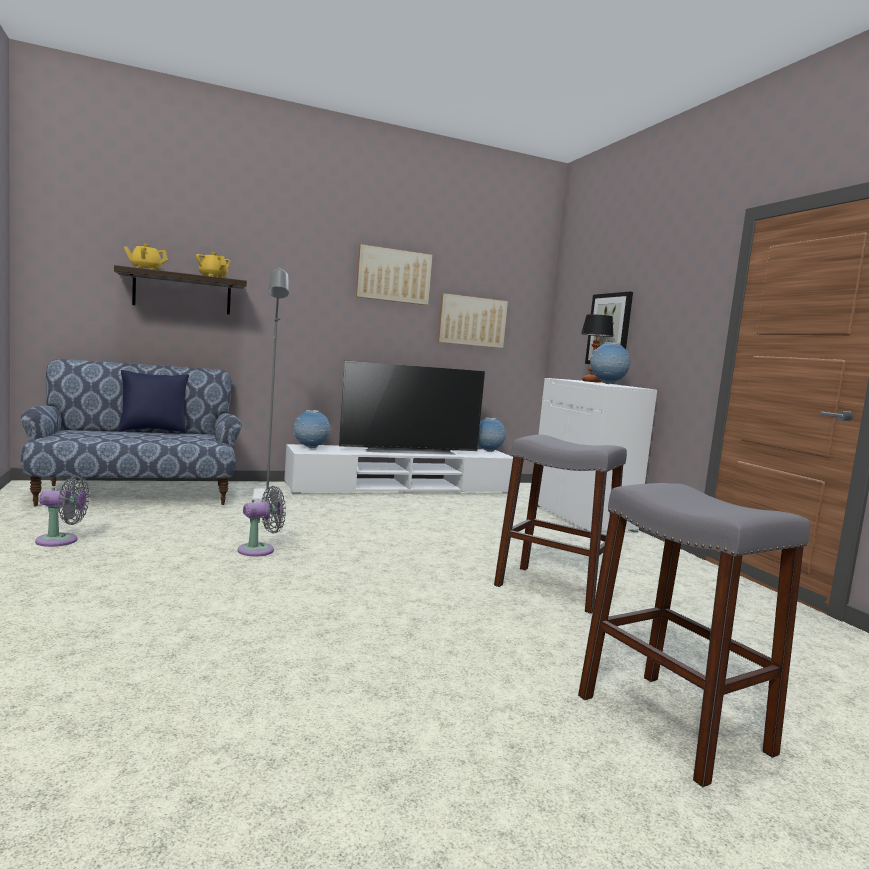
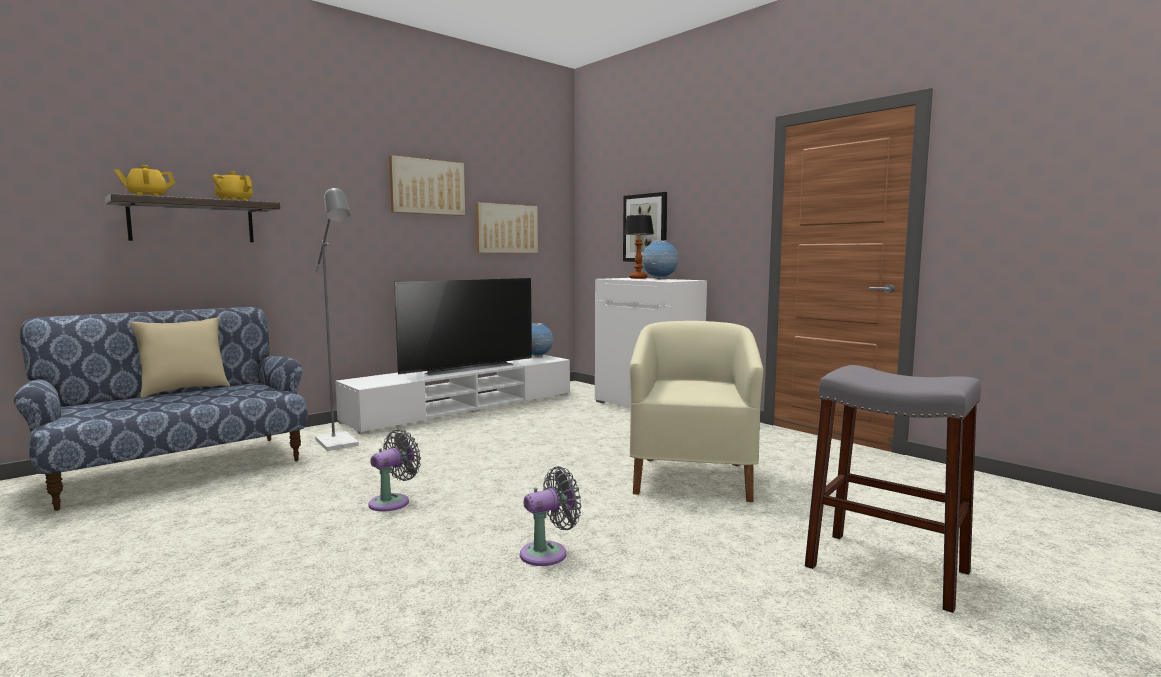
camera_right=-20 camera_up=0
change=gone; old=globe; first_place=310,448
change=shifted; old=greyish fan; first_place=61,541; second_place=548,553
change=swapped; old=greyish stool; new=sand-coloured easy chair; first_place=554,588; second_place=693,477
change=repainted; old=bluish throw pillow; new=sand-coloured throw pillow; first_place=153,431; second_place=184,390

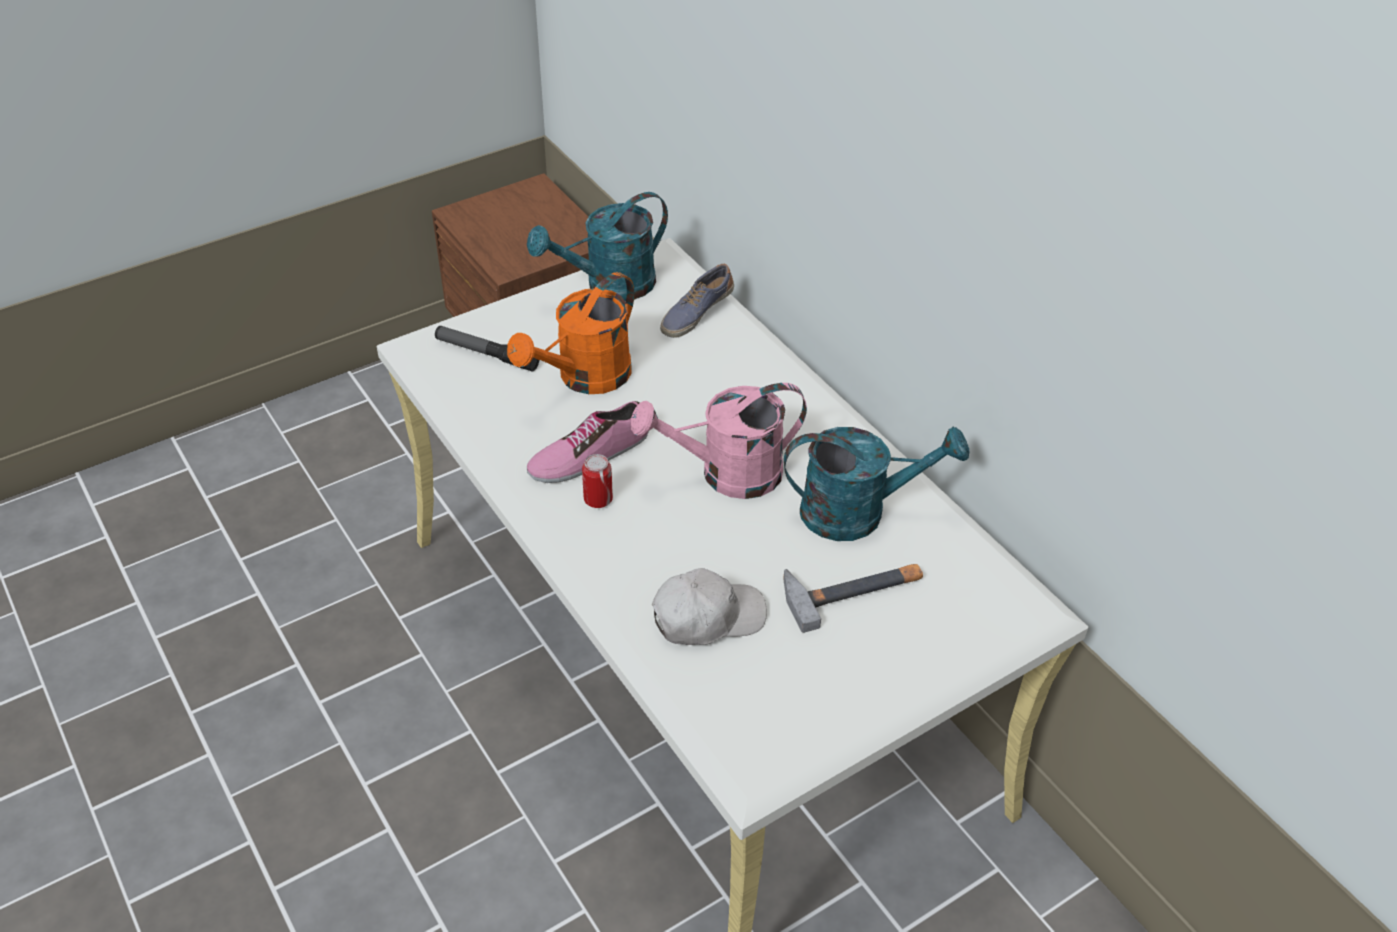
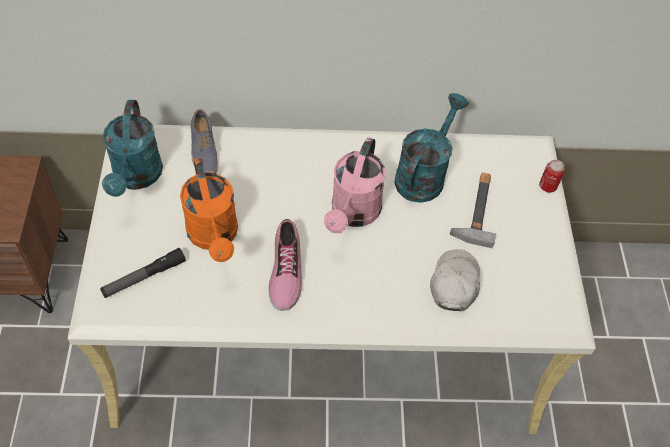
camera_right=-60 camera_up=10
change=shifted; old=can; first_place=598,499; second_place=547,186

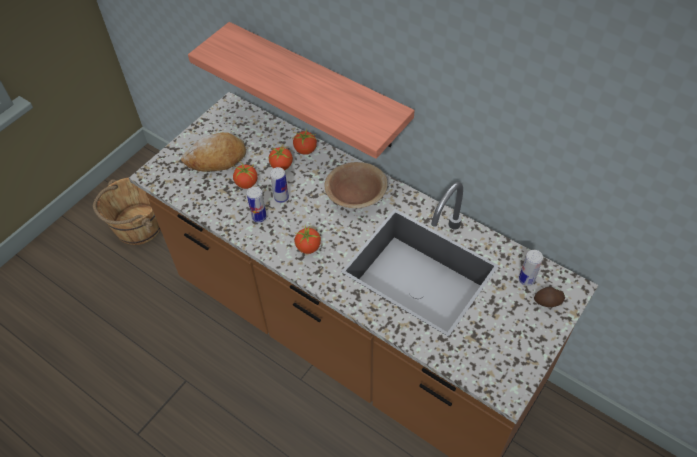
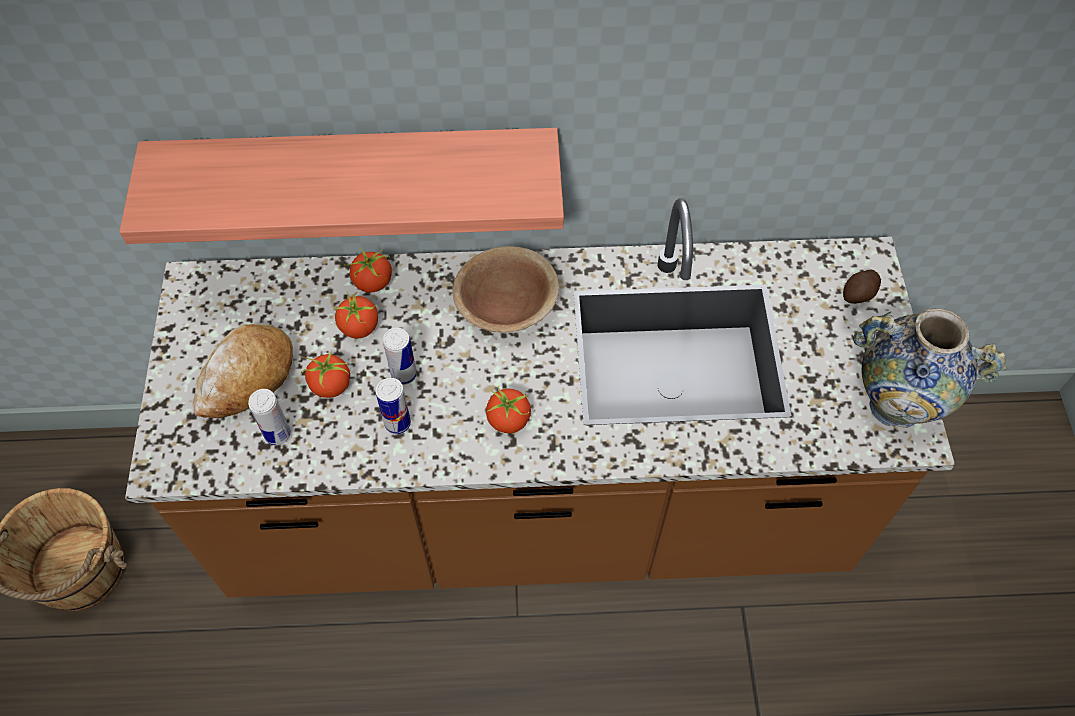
camera_right=-40 camera_up=5
change=new; new=vase; second_place=895,406
change=shifted; old=can; first_place=526,279; second_place=277,434

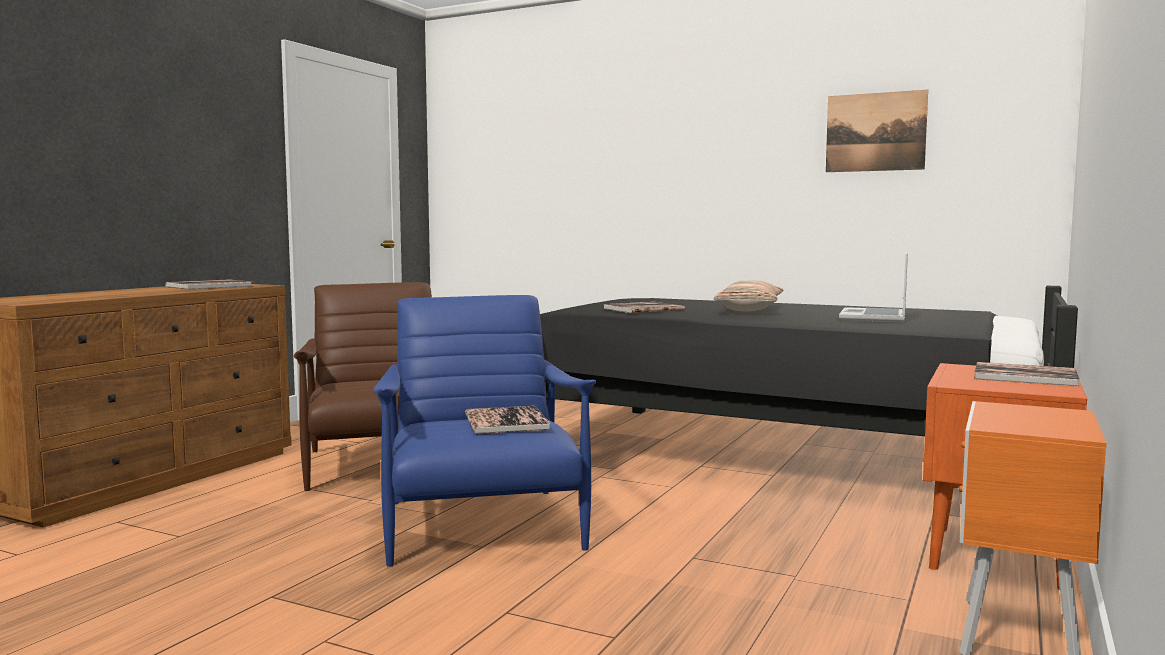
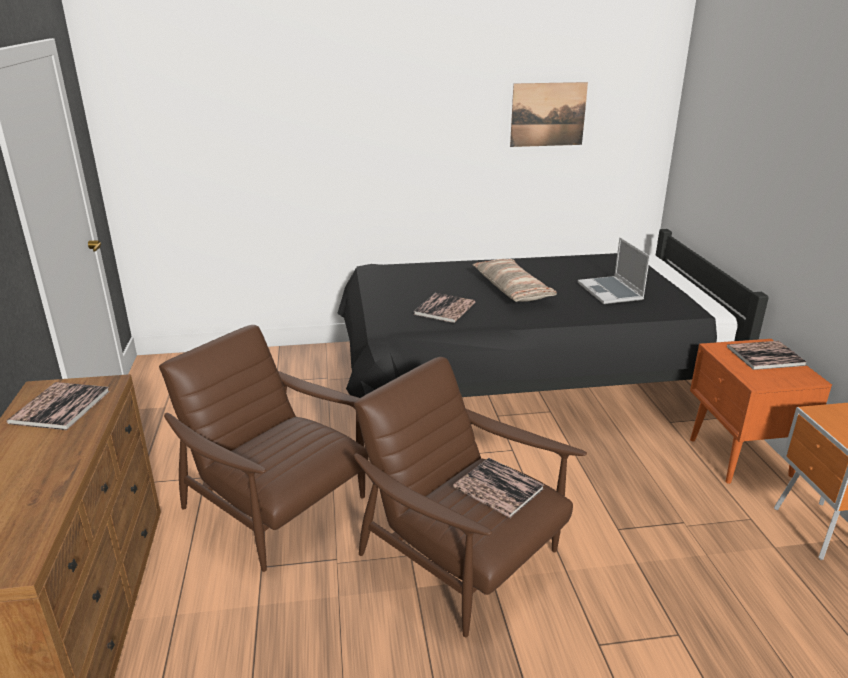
camera_right=-35 camera_up=20
change=repainted; old=bluish easy chair; new=brown-coloured easy chair; first_place=481,528; second_place=462,557

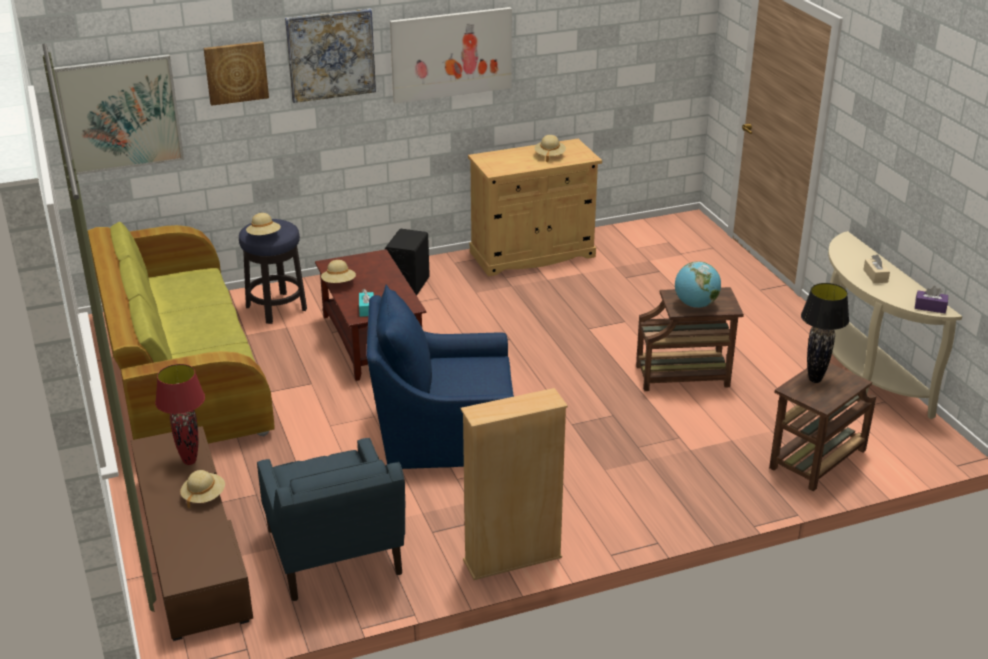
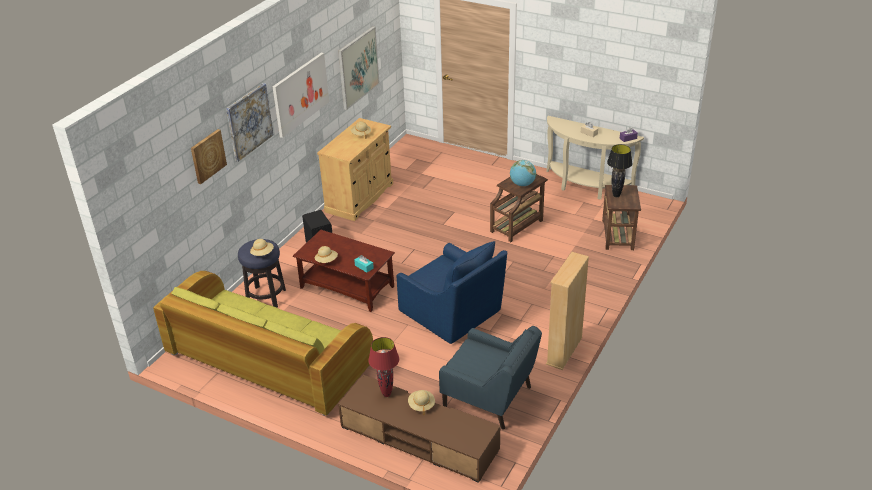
camera_right=-40 camera_up=5
change=shifted; old=wall art; first_place=120,114; second_place=358,67
change=rotated; old=bluish easy chair; first_place=442,434; second_place=452,314; degrees=-90

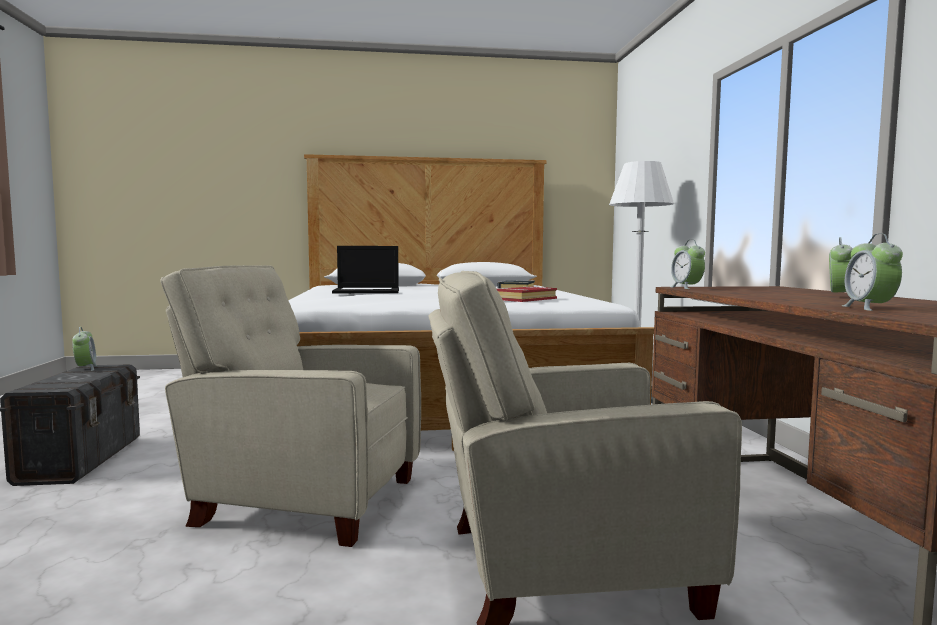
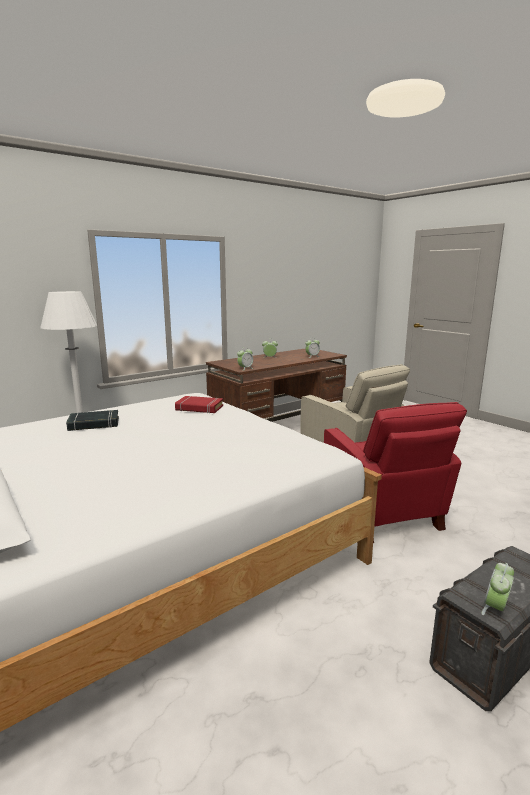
camera_right=-120 camera_up=10
change=gone; old=notebook computer; first_place=367,291
change=repainted; old=sand-coloured easy chair; new=reddish easy chair; first_place=303,499; second_place=383,515

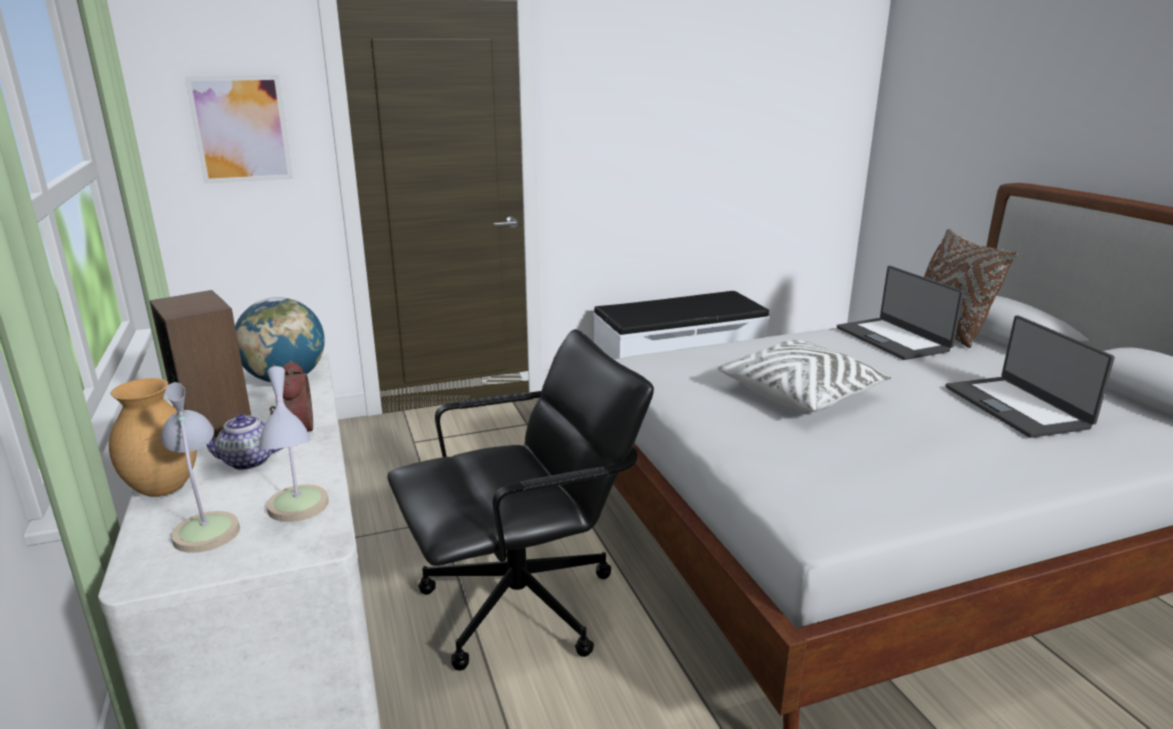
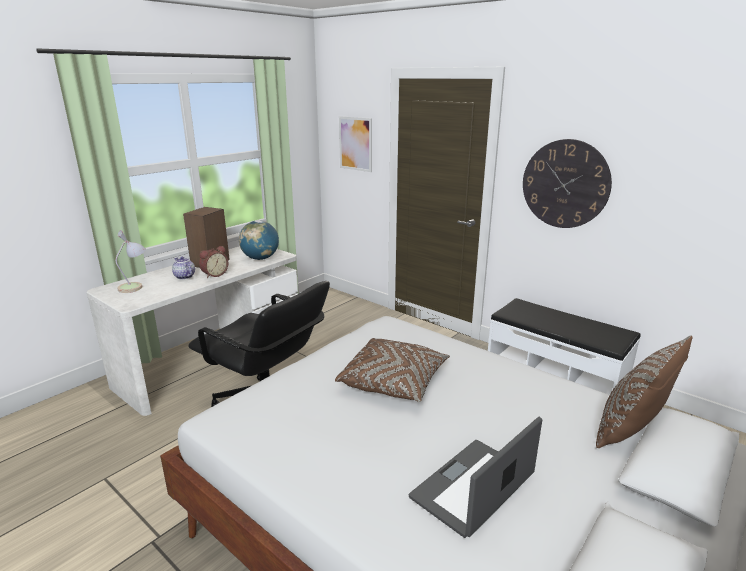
camera_right=60 camera_up=0
change=gone; old=brown-coloured vase; first_place=164,489
change=gone; old=table lamp; first_place=298,512
change=gone; old=notebook computer; first_place=893,339
change=new; new=hanging clock; second_place=565,184
change=repainted; old=whitish throw pillow; new=brown-coloured throw pillow; first_place=801,394; second_place=393,382

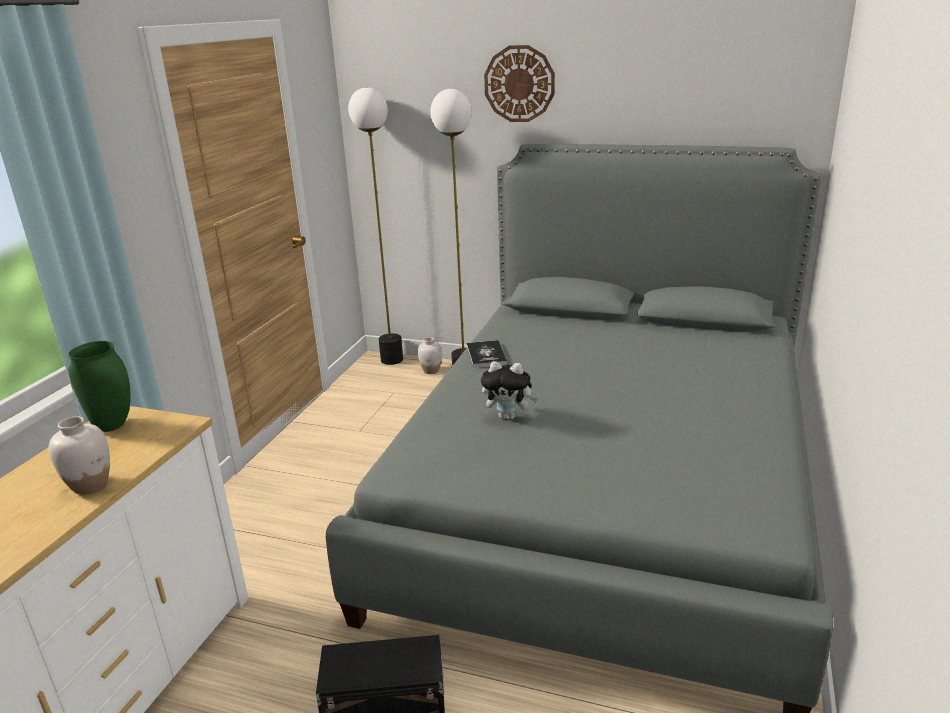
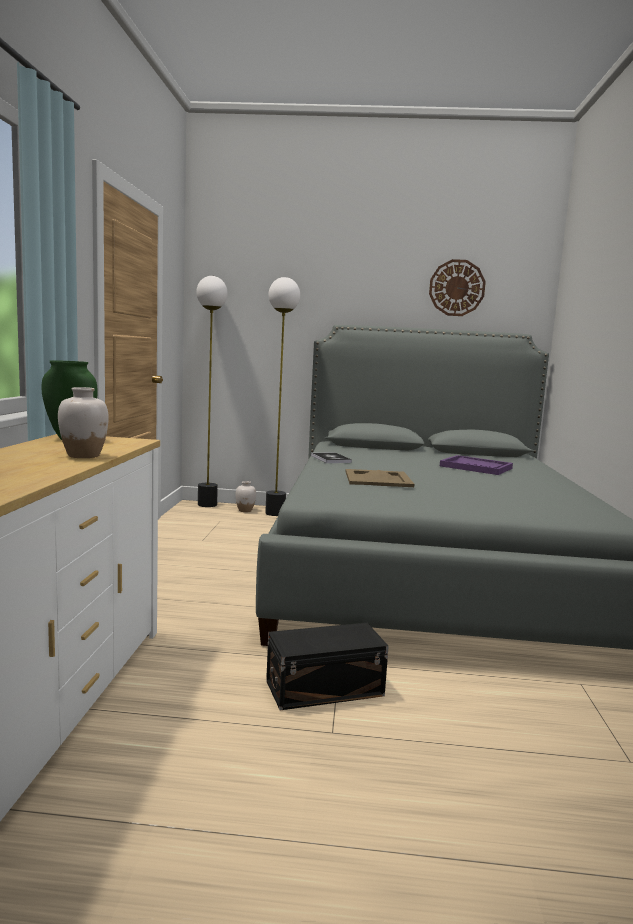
camera_right=-15 camera_up=-15
change=new; new=purple-coloured tray; second_place=476,467
change=shifted; old=hanging clock; first_place=519,84; second_place=456,288
change=swapped; old=plush toy; new=sand-coloured tray; first_place=509,416; second_place=378,479

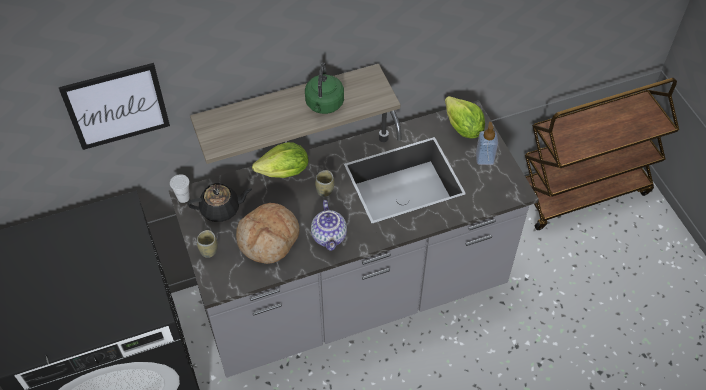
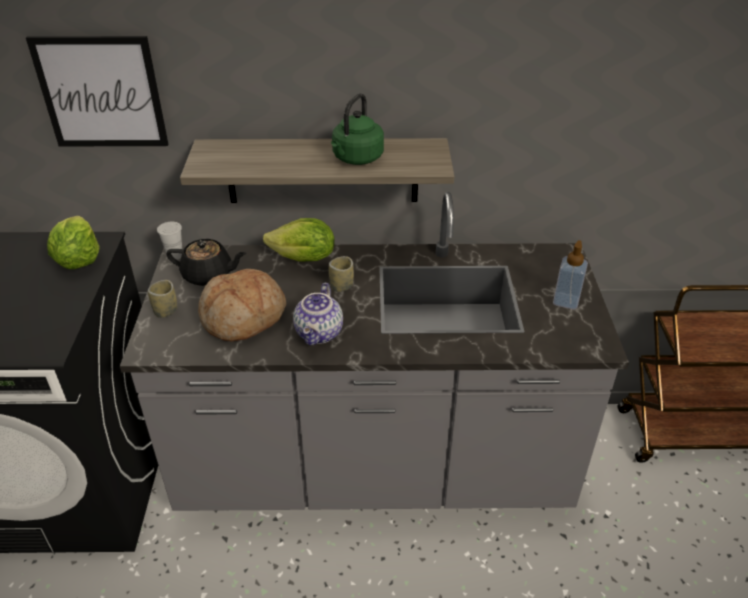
camera_right=20 camera_up=-15
change=shifted; old=lettuce head; first_place=463,128; second_place=79,260

